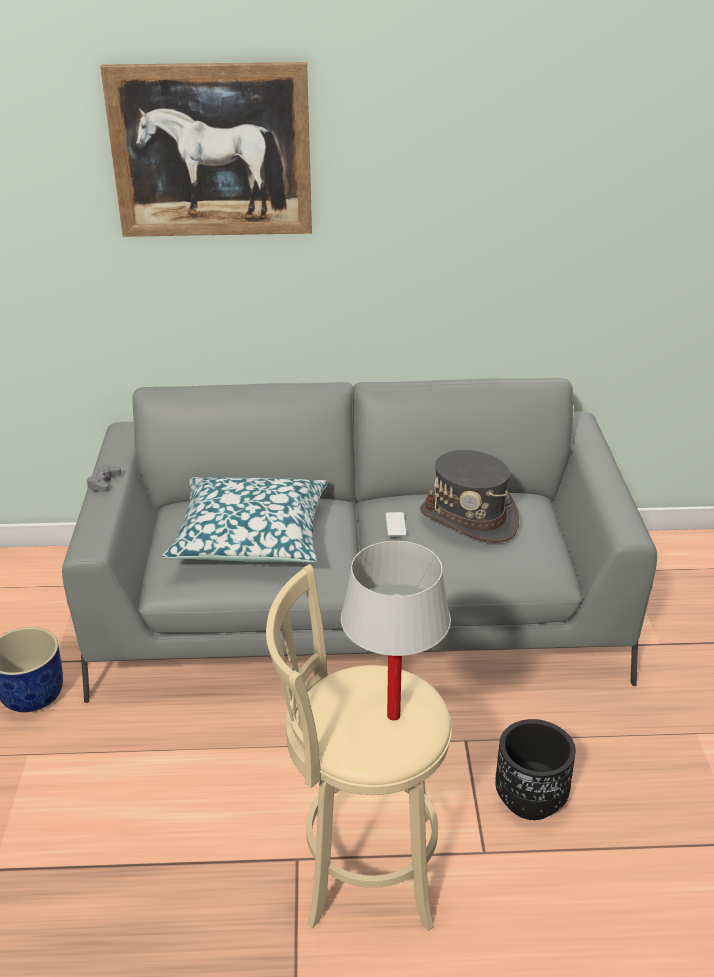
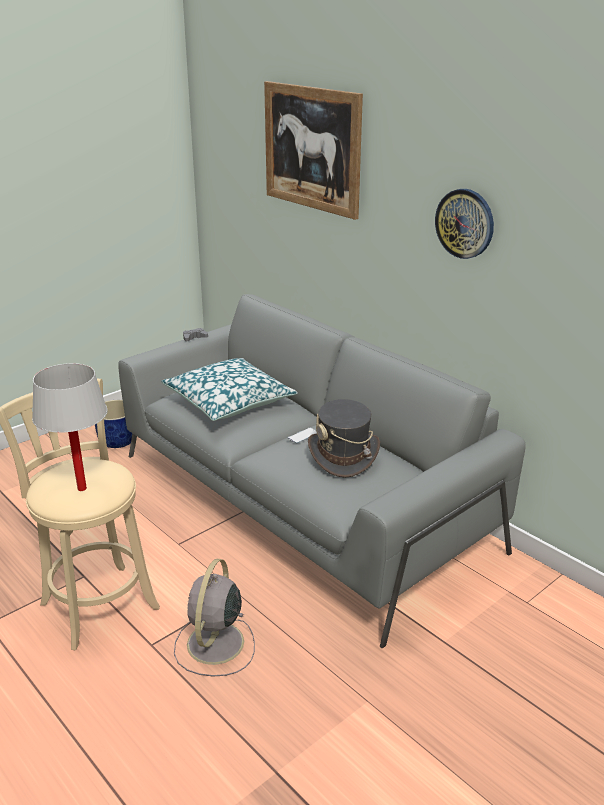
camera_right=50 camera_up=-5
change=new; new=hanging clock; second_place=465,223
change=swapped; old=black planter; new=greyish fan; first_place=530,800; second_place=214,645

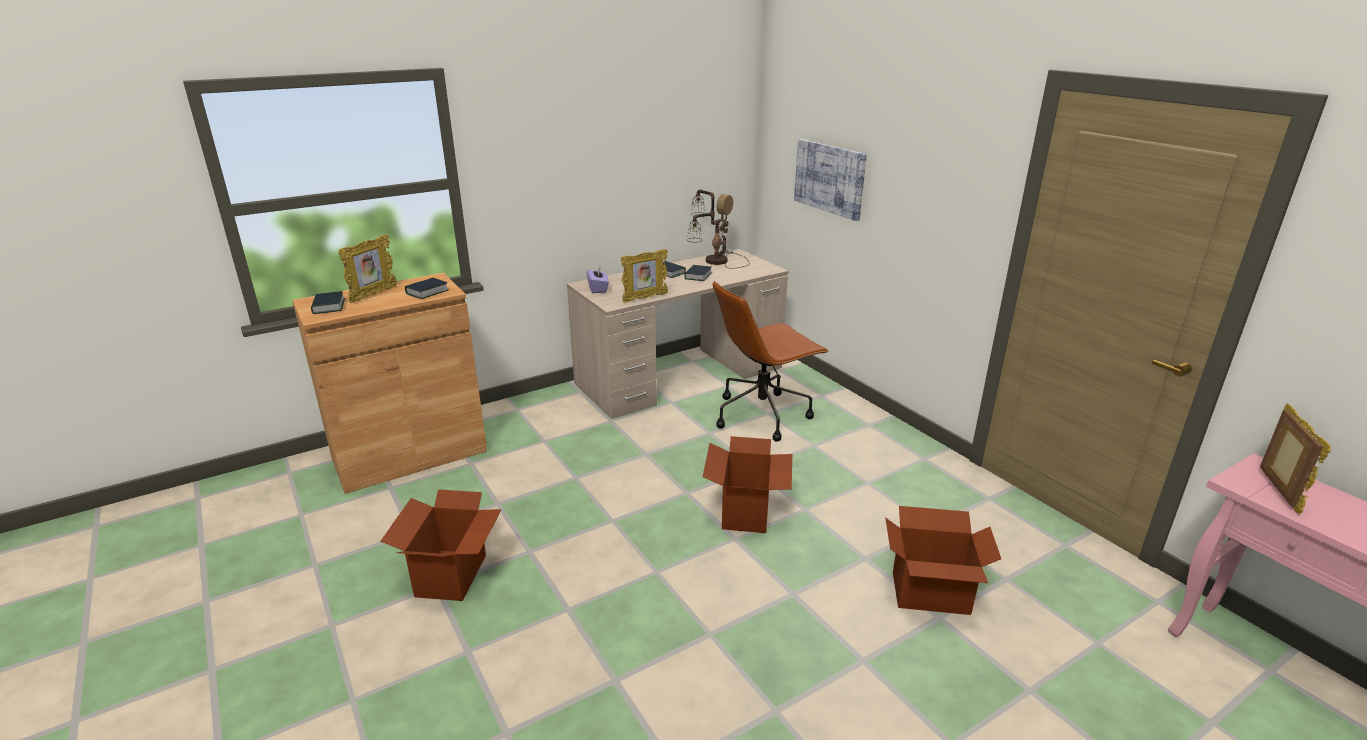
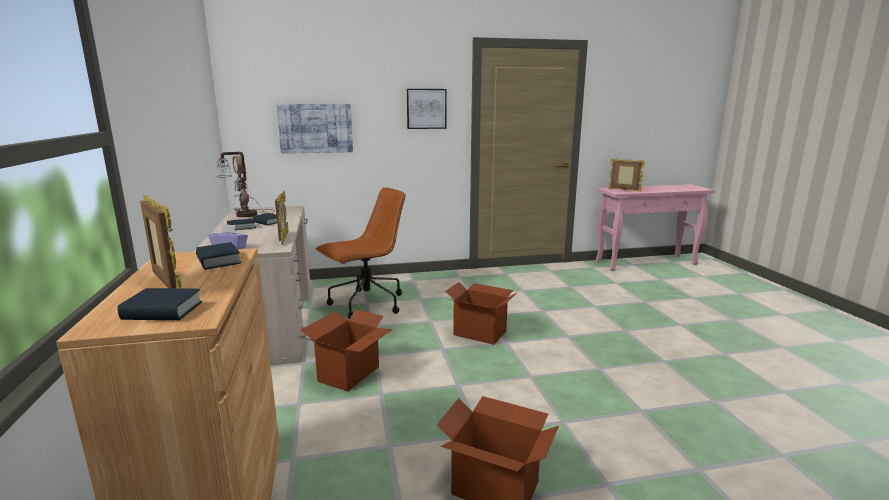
camera_right=-70 camera_up=-10
change=new; new=wall art; second_place=426,109
change=shifted; old=packing box; first_place=931,594; second_place=349,374
change=rotated; old=brown-coloured computer chair; first_place=762,414; second_place=366,304; degrees=-120

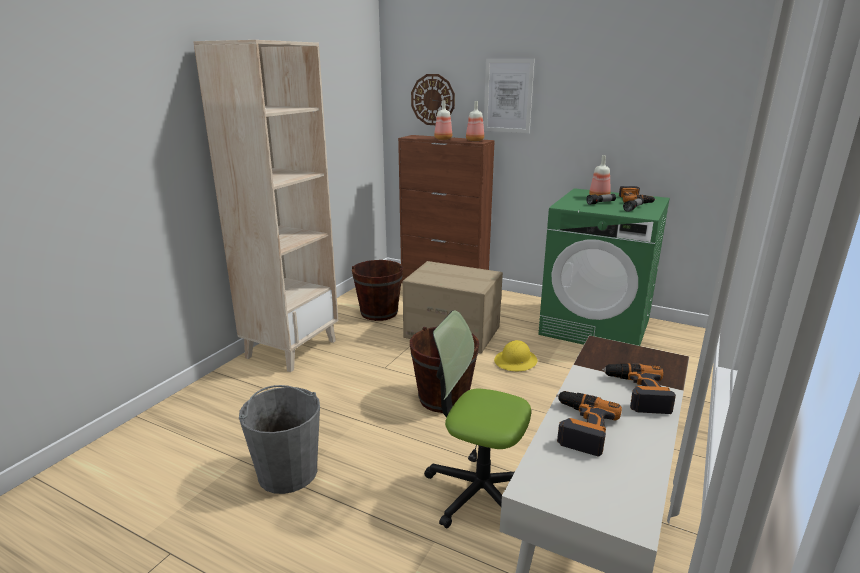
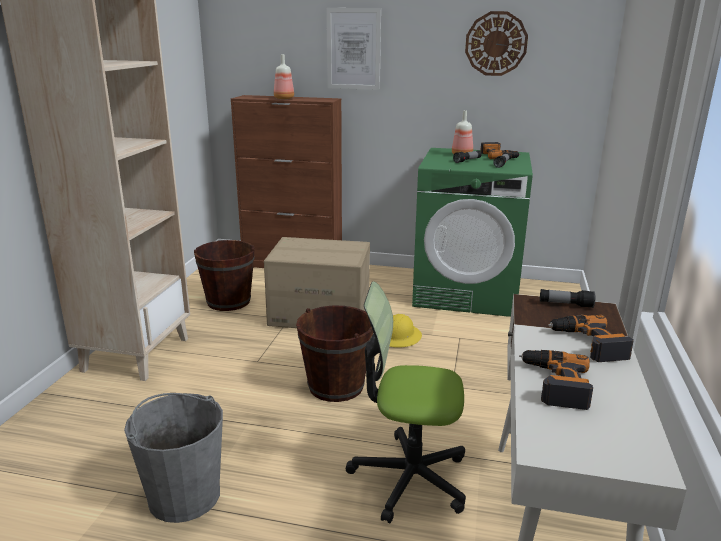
camera_right=-15 camera_up=0
change=gone; old=drink bottle; first_place=474,140
change=new; new=hand torch; second_place=565,304
change=shifted; old=hanging clock; first_place=433,99; second_place=496,44

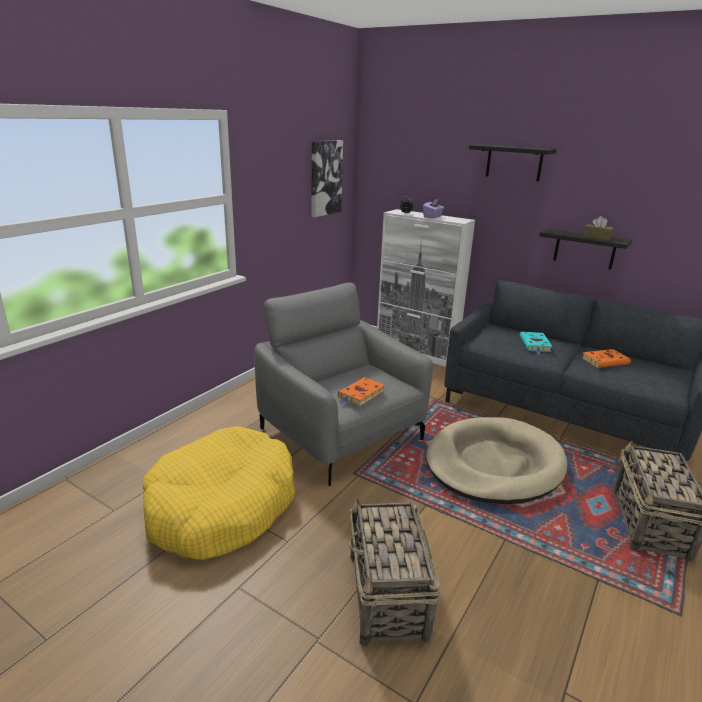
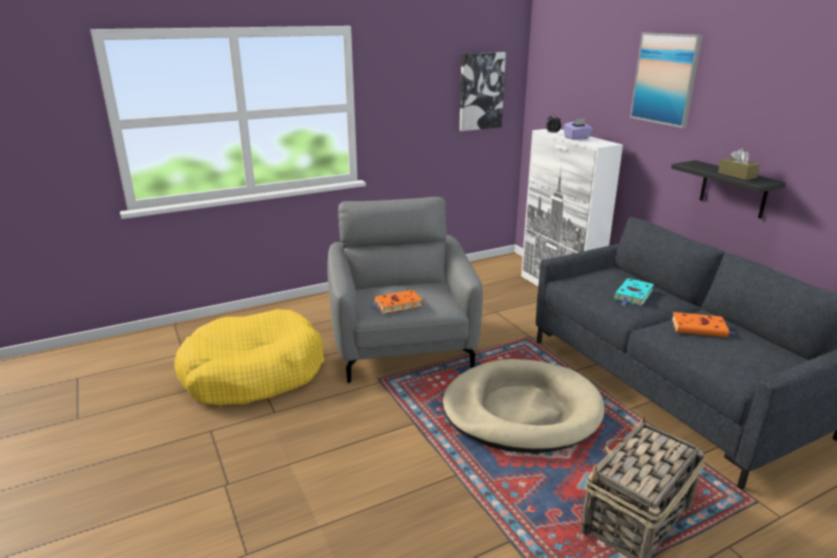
camera_right=30 camera_up=0
change=gone; old=basket; first_place=387,597
change=swapped; old=black bracket shelf; new=wall art; first_place=514,162; second_place=665,79

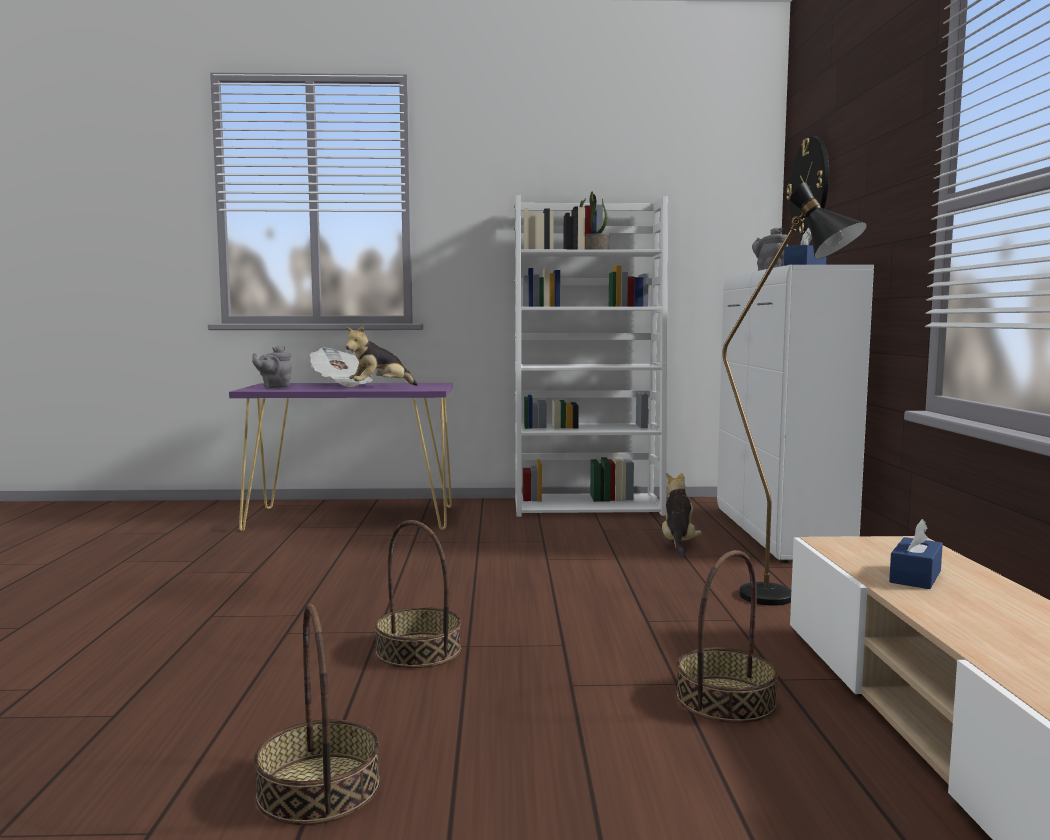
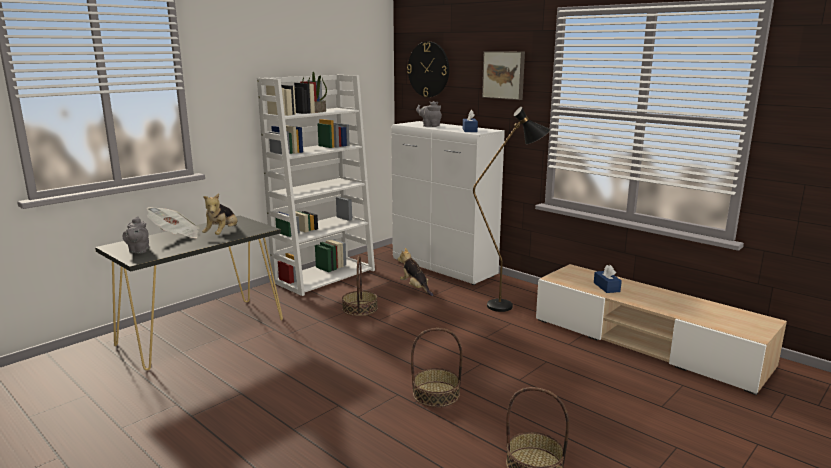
camera_right=-45 camera_up=10
change=new; new=wall art; second_place=504,75
change=shifted; old=basket; first_place=725,699; second_place=360,308
change=repainted; old=purple-coloured hall table; new=black hall table; first_place=352,518; second_place=203,331

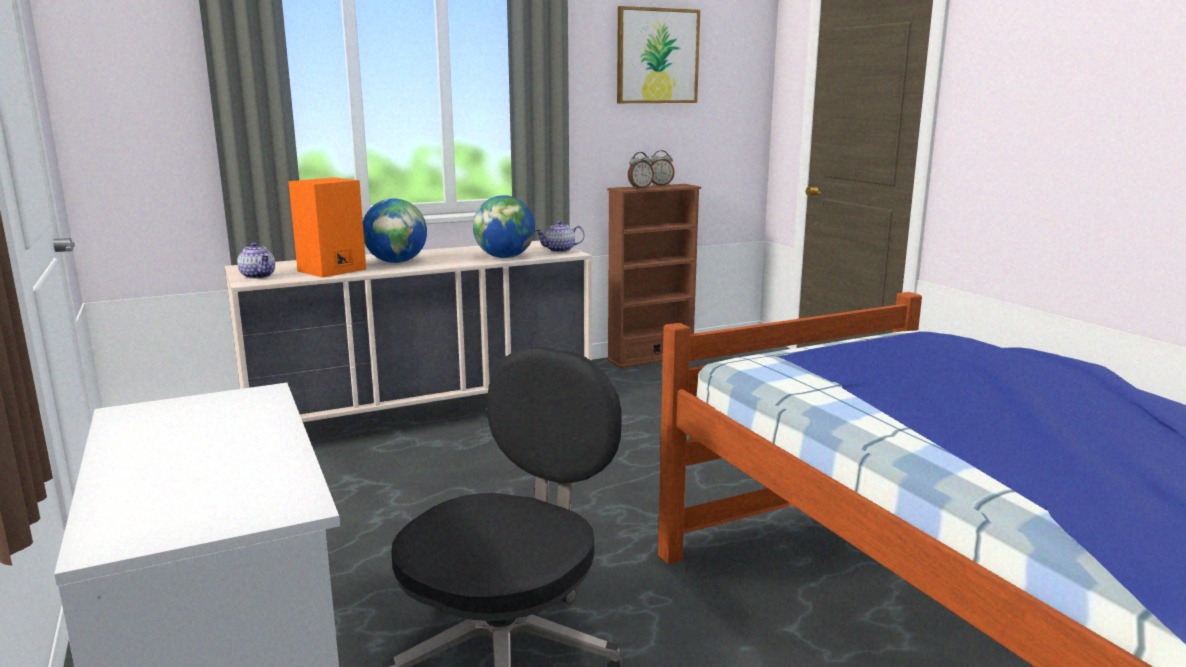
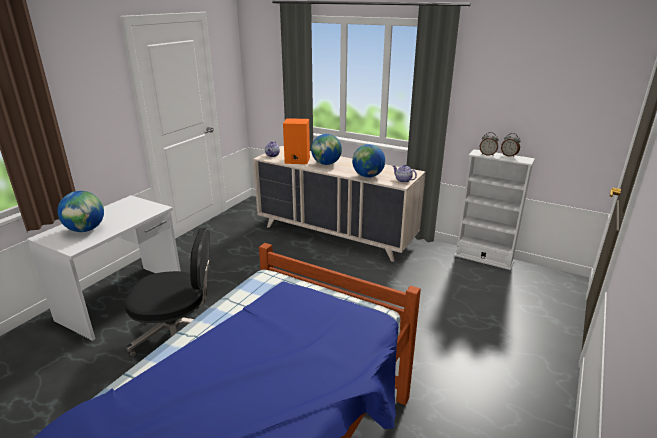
camera_right=55 camera_up=10
change=gone; old=wall art; first_place=657,56
change=new; new=globe; second_place=86,229
change=repainted; old=brown-coloured bookcase; new=whitish bookcase; first_place=651,358; second_place=483,258

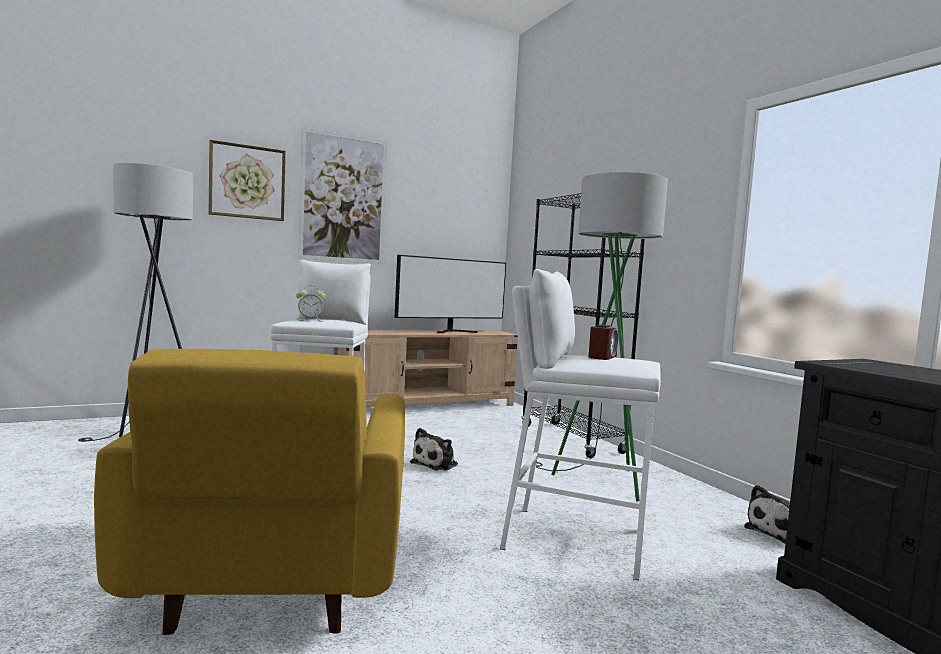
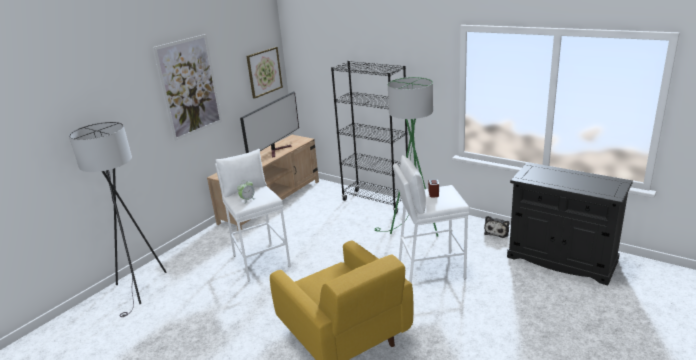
camera_right=-25 camera_up=20
change=gone; old=plush toy; first_place=436,463
change=shifted; old=wall art; first_place=247,182; second_place=264,72

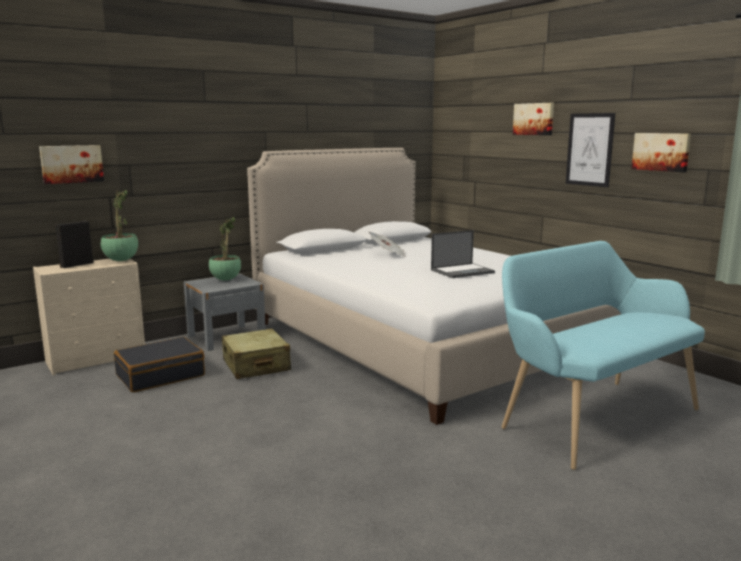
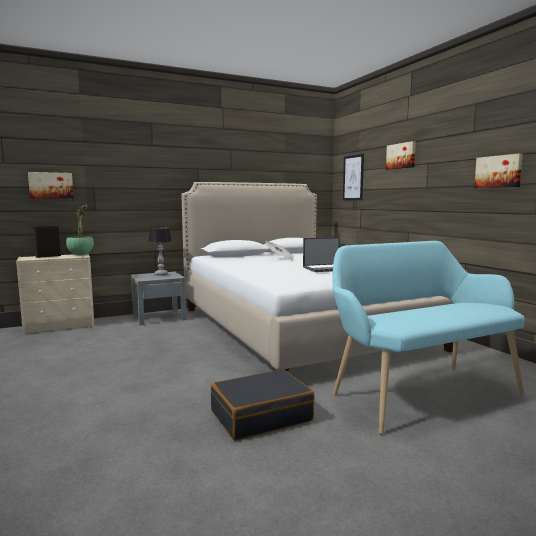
camera_right=10 camera_up=-5
change=gone; old=sand-coloured travel case; first_place=256,365
change=shifted; old=black travel case; first_place=160,375; second_place=261,415
change=shifted; old=wall art; first_place=589,149; second_place=353,178
change=swapped; old=potted plant; new=table lamp; first_place=226,279; second_place=161,274

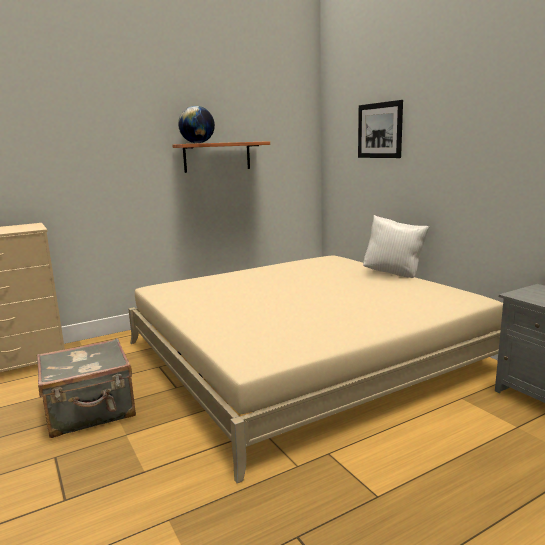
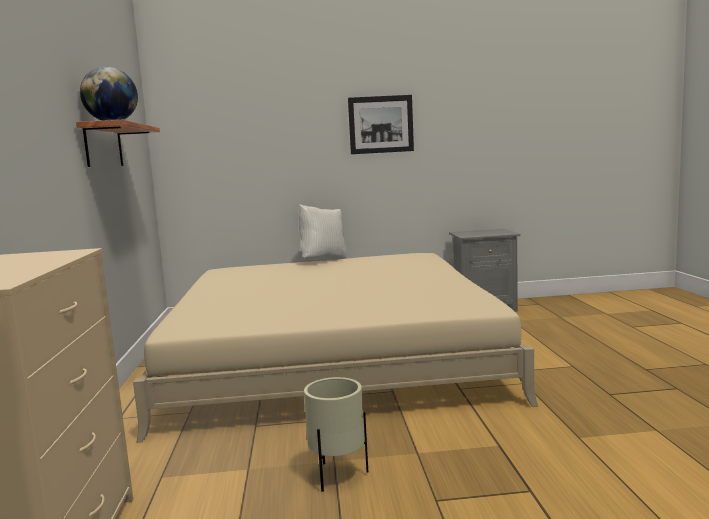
camera_right=-65 camera_up=-5
change=shifted; old=wall art; first_place=379,130; second_place=381,124
change=swapped; old=greyish travel case; new=sand-coloured planter; first_place=91,412; second_place=338,475

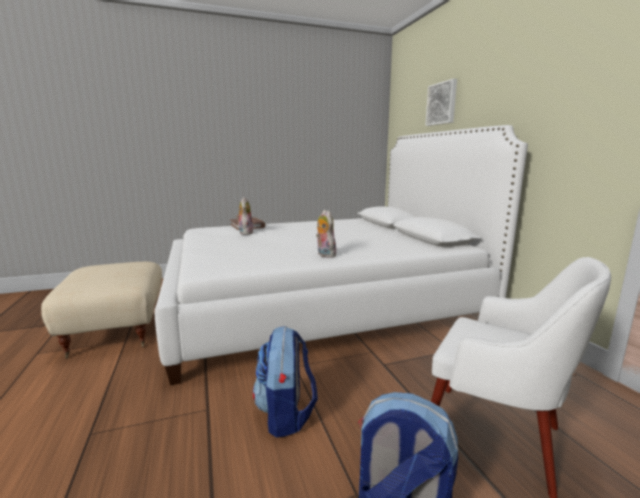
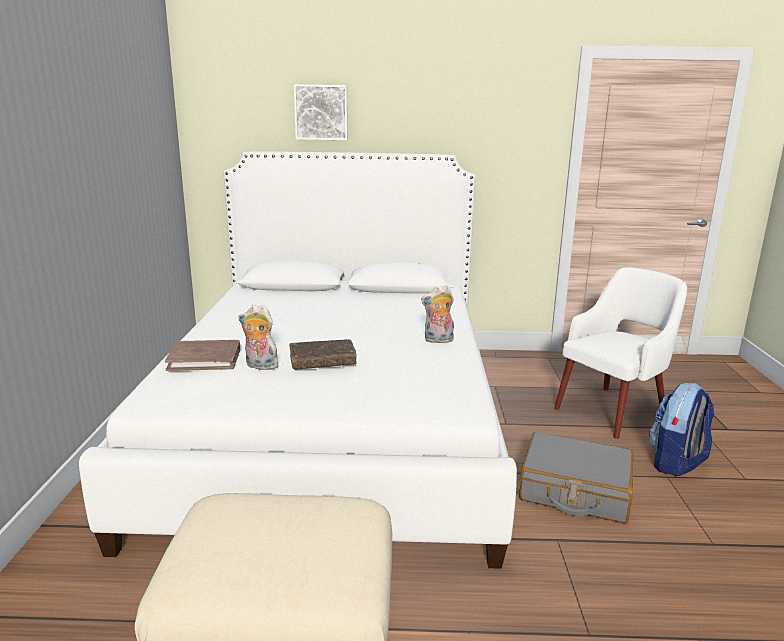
camera_right=-70 camera_up=5
change=new; new=brown-coloured book; second_place=322,361
change=swapped; old=backpack; new=greyish travel case; first_place=286,414; second_place=574,491

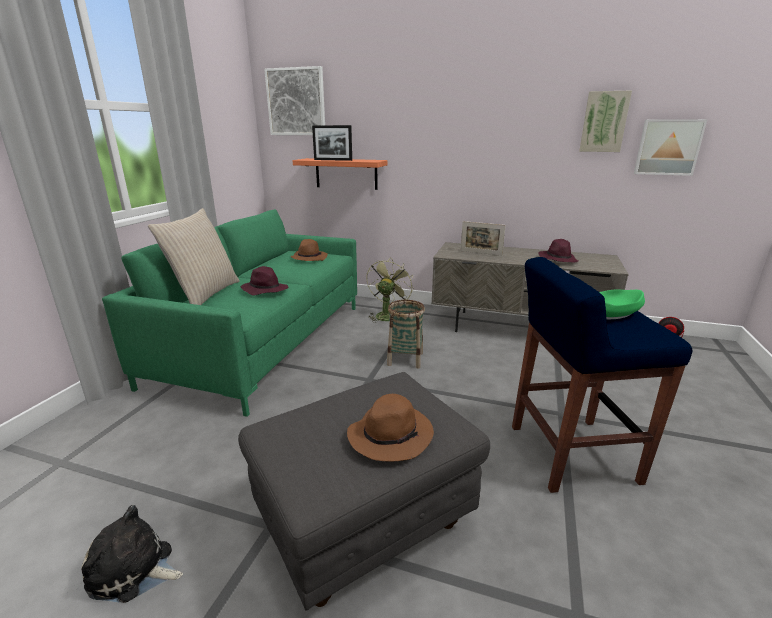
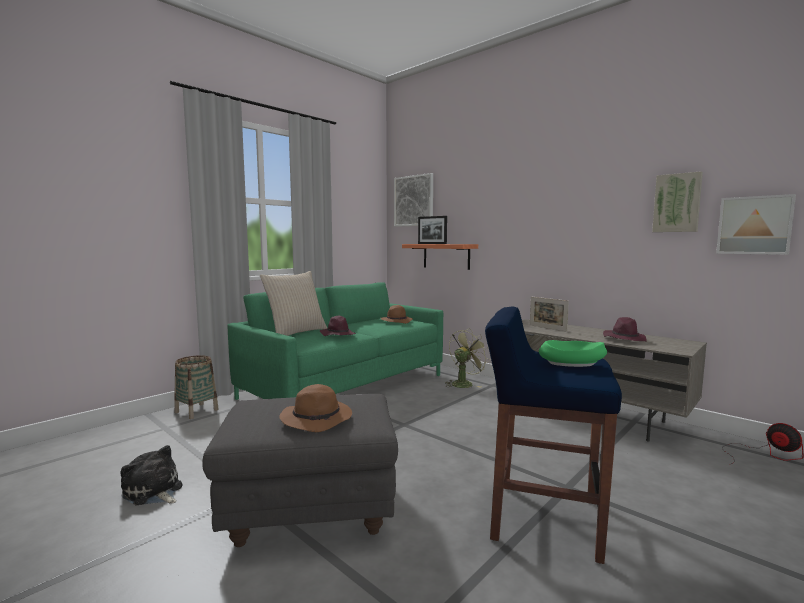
camera_right=25 camera_up=-15
change=shifted; old=basket; first_place=405,359; second_place=196,411

